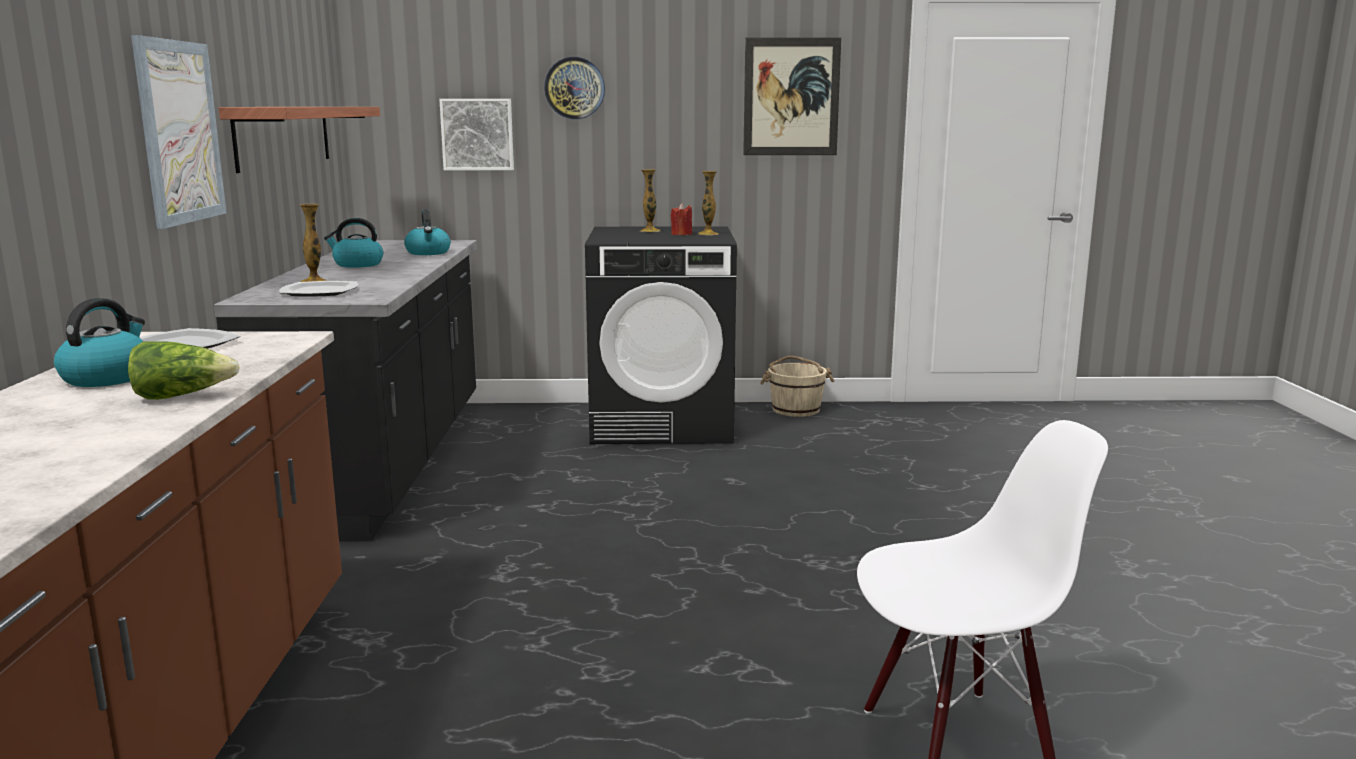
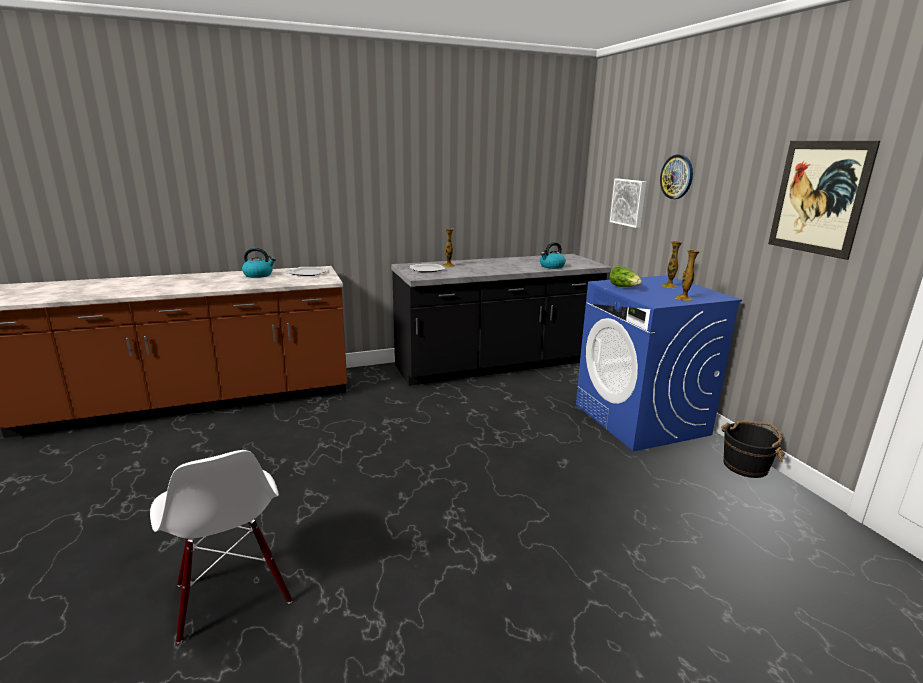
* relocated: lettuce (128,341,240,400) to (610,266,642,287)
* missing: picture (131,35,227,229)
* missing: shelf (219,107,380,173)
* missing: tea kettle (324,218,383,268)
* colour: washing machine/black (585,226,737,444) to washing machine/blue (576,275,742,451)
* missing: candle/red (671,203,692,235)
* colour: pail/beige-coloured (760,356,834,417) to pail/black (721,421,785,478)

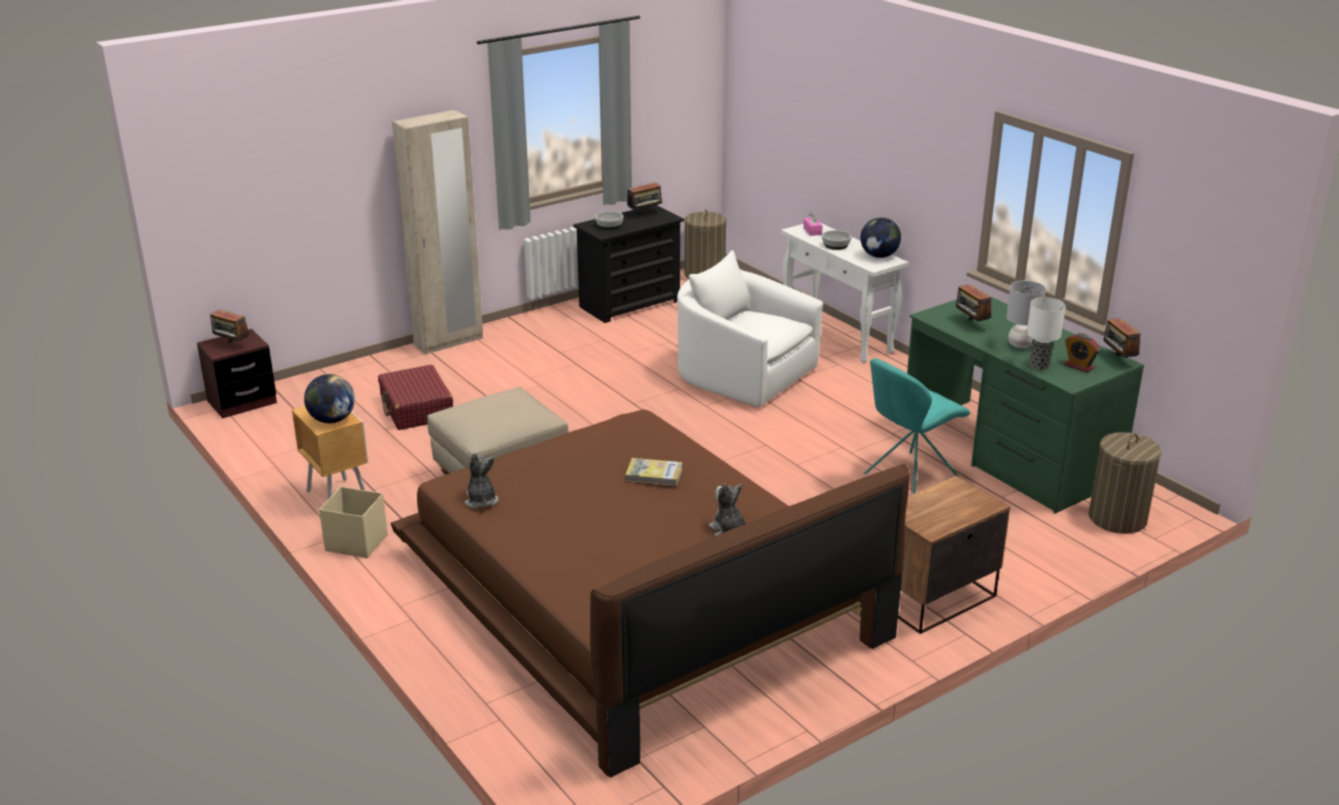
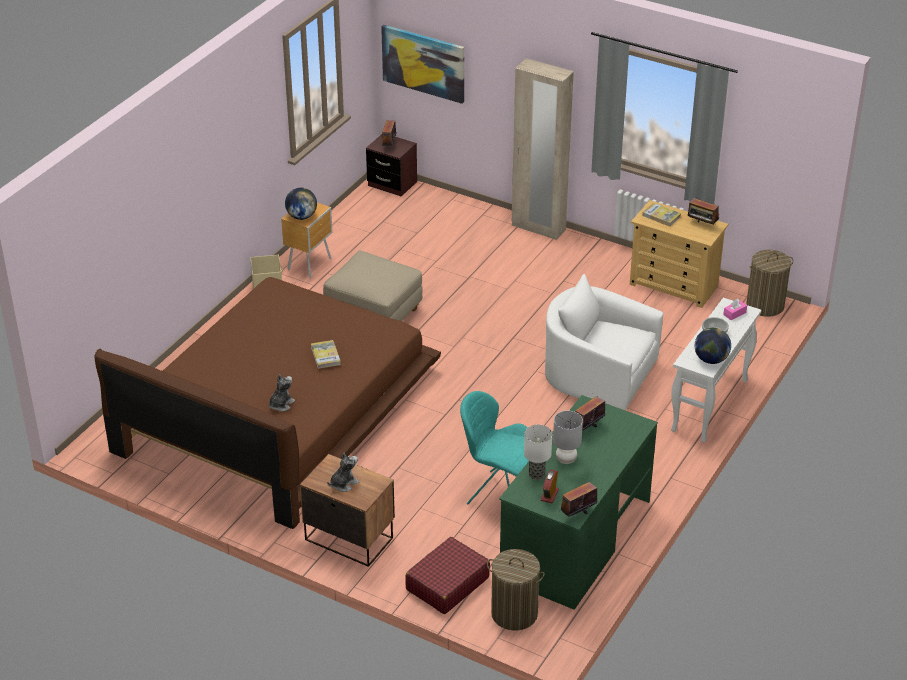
* relocated: travel case/red (378,365,453,430) to (405,537,490,614)
* relocated: plush toy (465,453,498,508) to (327,453,359,492)
* colour: drawer chest/black (573,205,684,323) to drawer chest/beige-coloured (630,200,728,308)
* exchanged: bowl (595,211,623,230) to bound book (642,203,681,227)
* spun: lounge chair/white-coloured (677,250,823,407) = (545,274,664,410) 75 degrees counterclockwise
* appeared: picture (381,25,464,104)

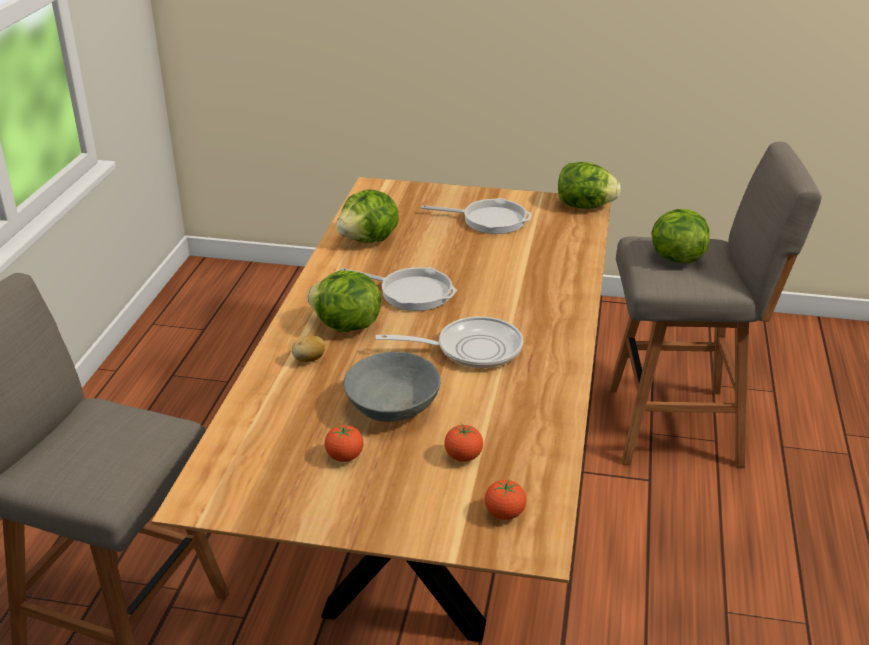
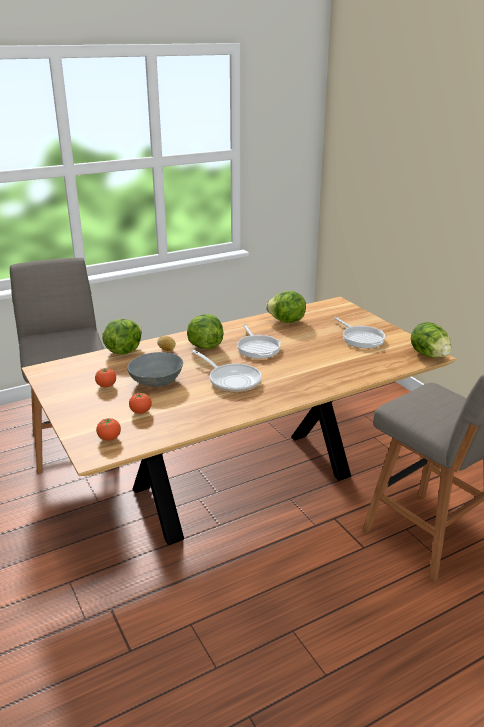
* relocated: lettuce (651,209,710,263) to (102,319,142,354)

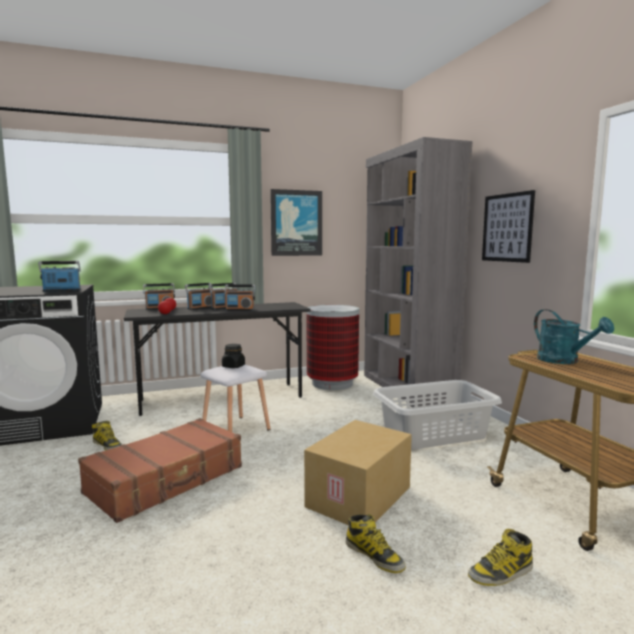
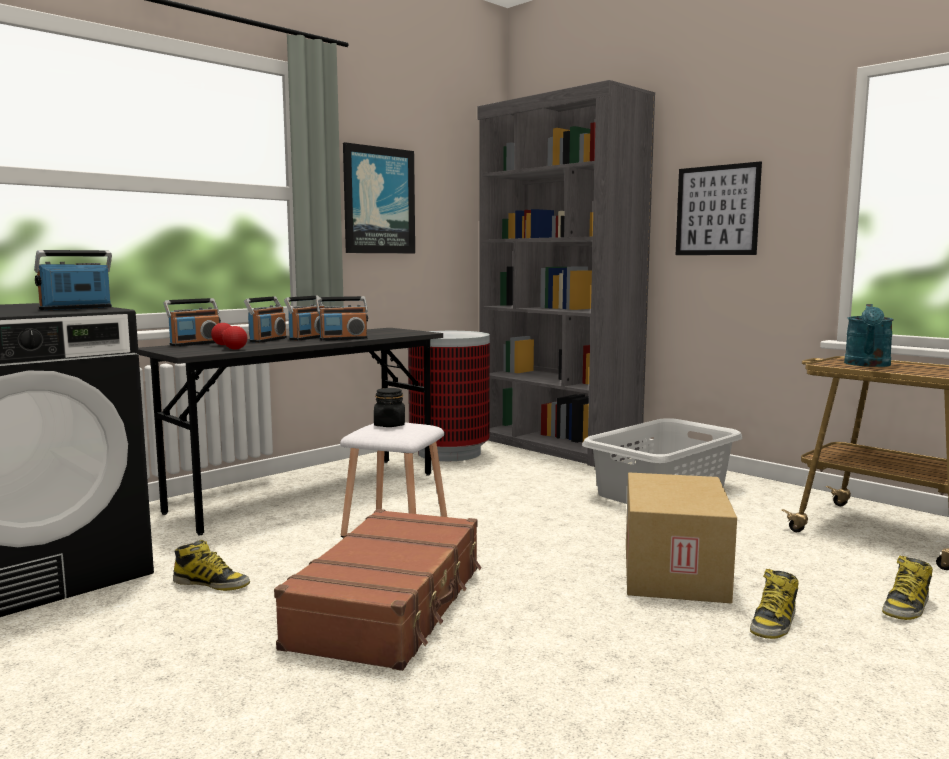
* spun: boot (345,514,406,573) = (750,569,799,639) 105 degrees clockwise
* spun: sprinkling can/blue-green (534,309,614,364) = (844,304,894,367) 75 degrees clockwise

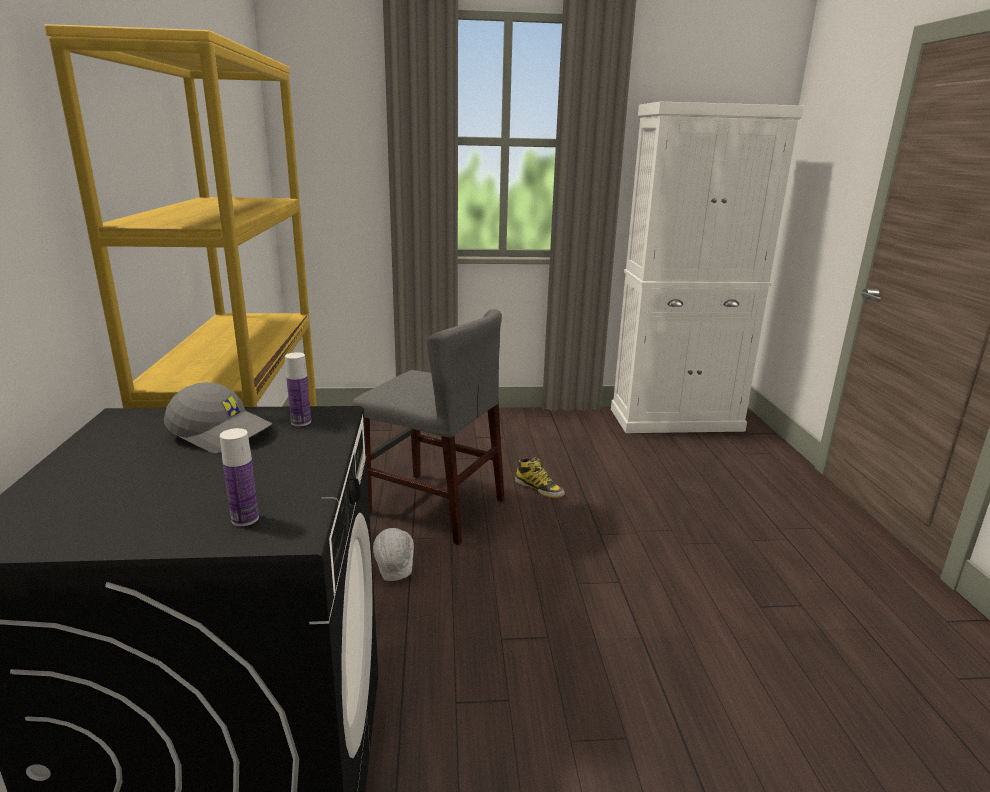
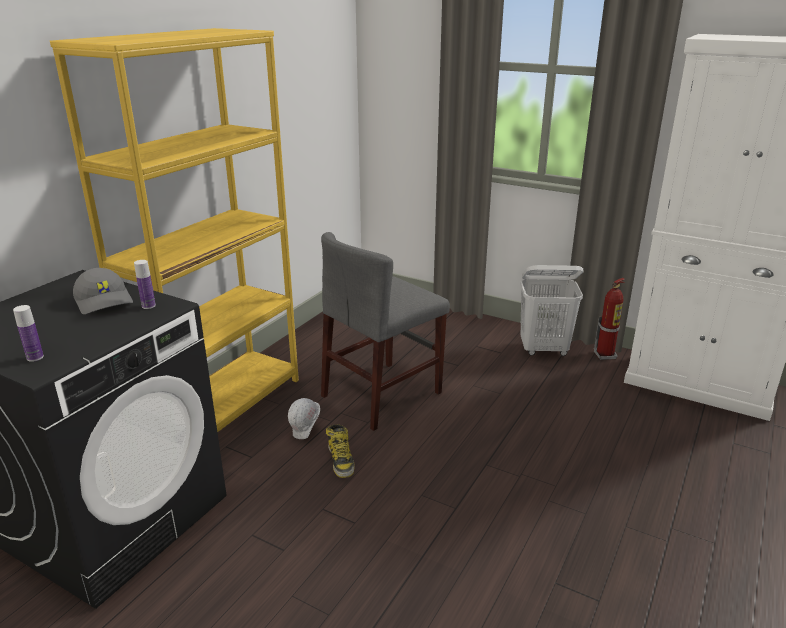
* spun: chair/greyish (353,309,504,545) = (321,232,450,431) 75 degrees clockwise
* relocated: boot (515,457,565,498) to (326,425,355,478)
* appeared: hamper/white-coloured (520,265,583,356)
* appeared: fire-fighting cylinder (594,278,625,360)

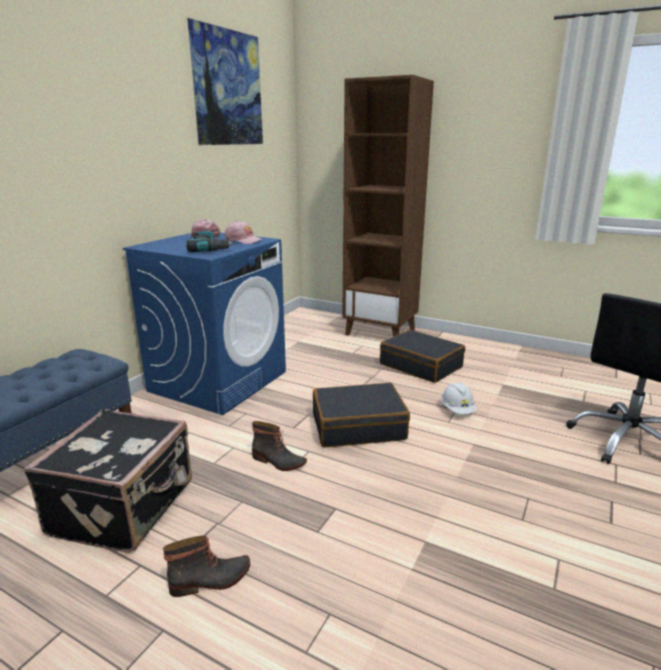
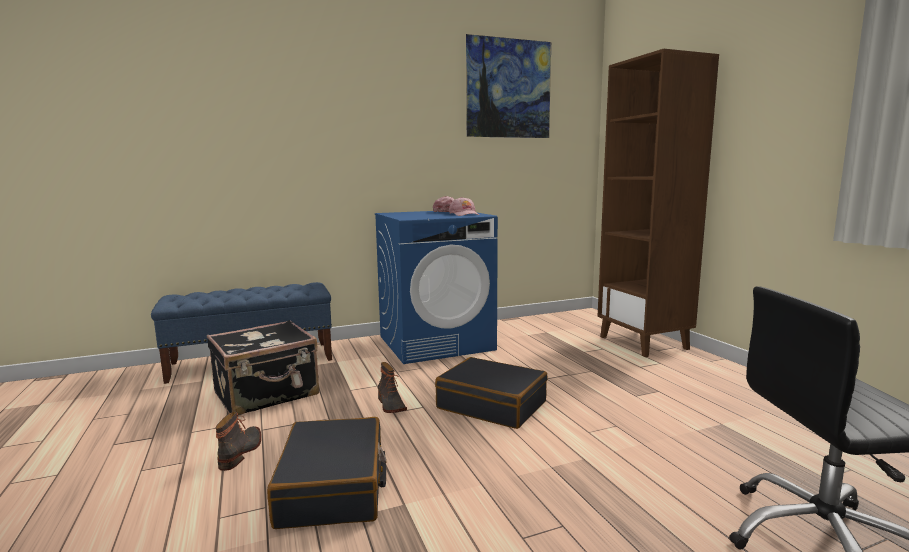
* spun: boot (163,536,250,597) = (215,411,261,471) 105 degrees counterclockwise
* missing: electric drill (186,231,234,252)
* relocated: travel case/black (380,330,465,383) to (267,417,387,529)
* missing: safety helmet/white-coloured (441,383,477,414)

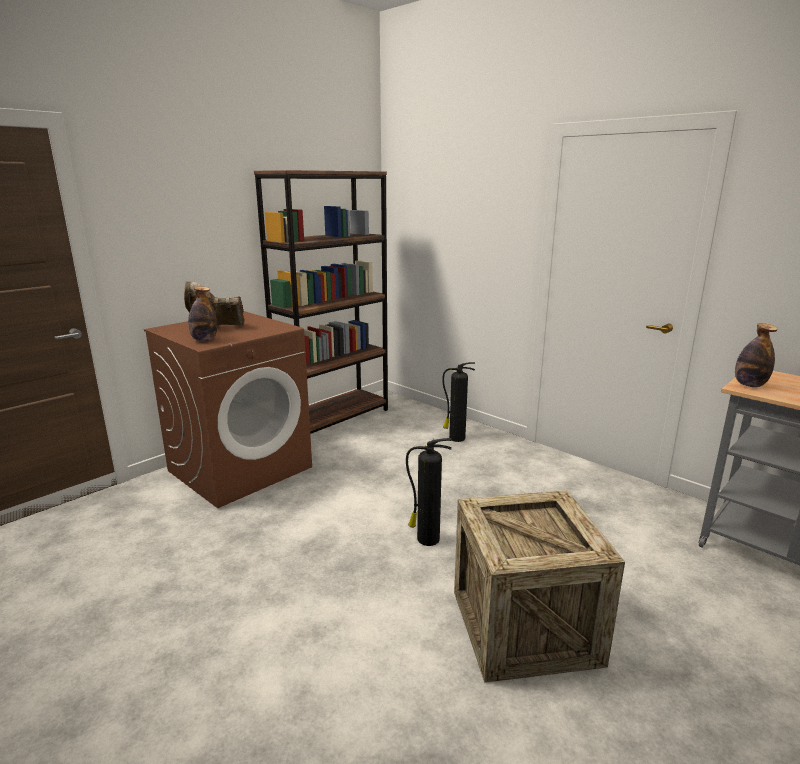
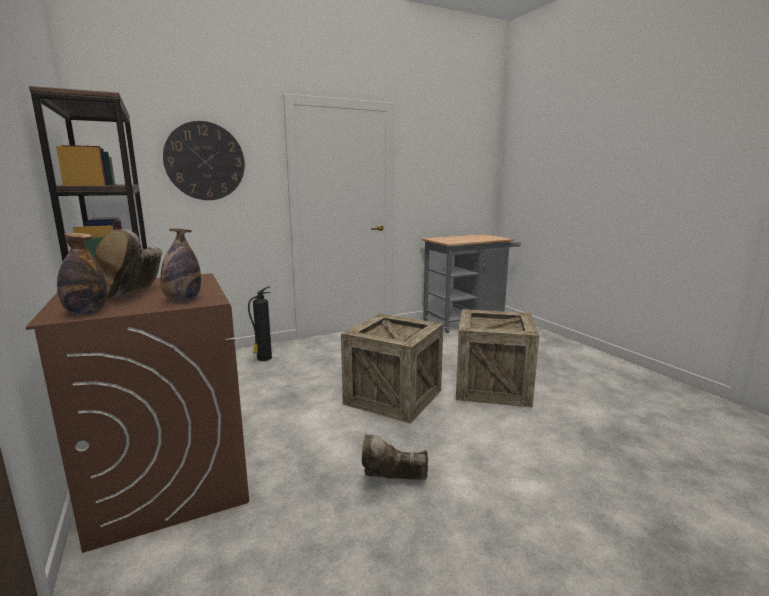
* exchanged: fire-fighting cylinder (406,438,452,546) to crate (341,313,444,424)
* relocated: bottle (735,323,778,387) to (57,233,107,314)
* appeared: hanging clock (163,121,245,200)
* appeared: boot/brownish (362,435,429,480)

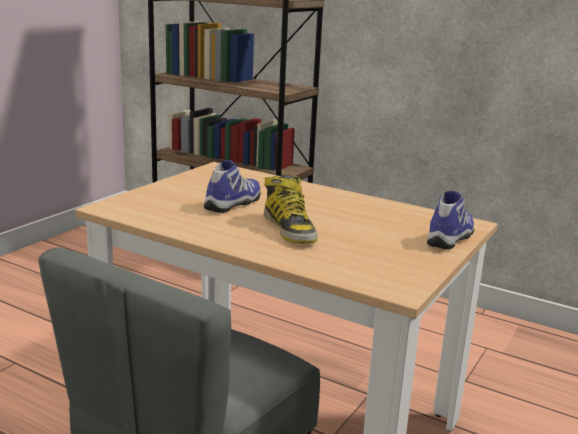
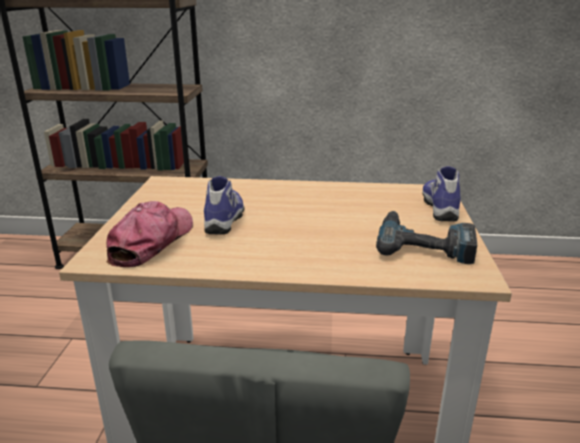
* missing: boot (264,175,318,244)
* appeared: peaked cap (107,201,193,267)
* appeared: electric drill (376,211,477,264)

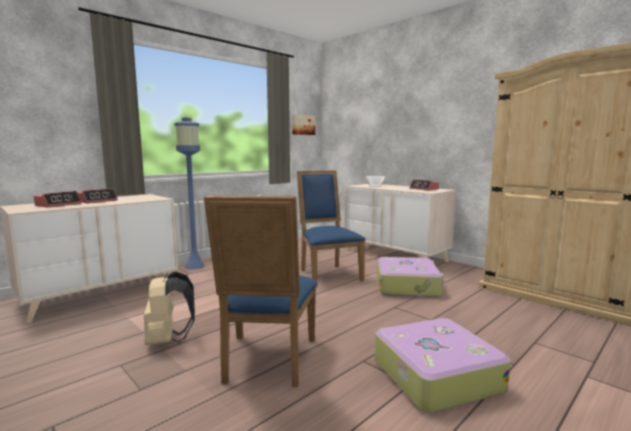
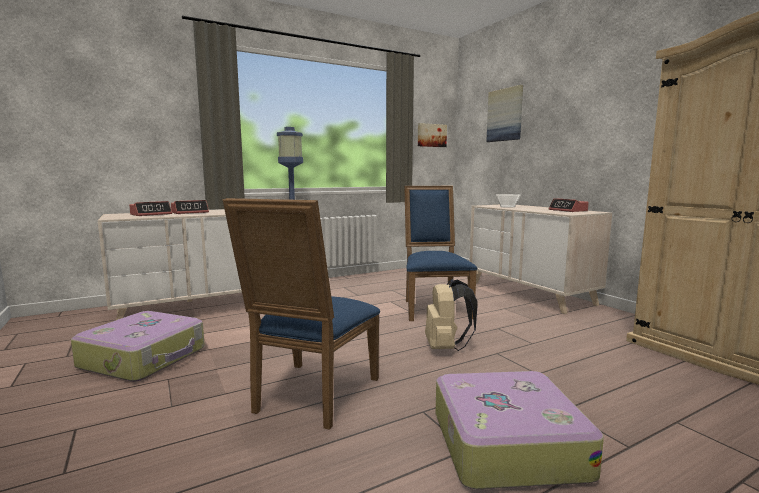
* relocated: knapsack/beige-coloured (144,272,195,345) to (425,279,478,351)
* relocated: travel case (377,257,444,297) to (71,311,205,382)
* appeared: picture (486,85,523,142)

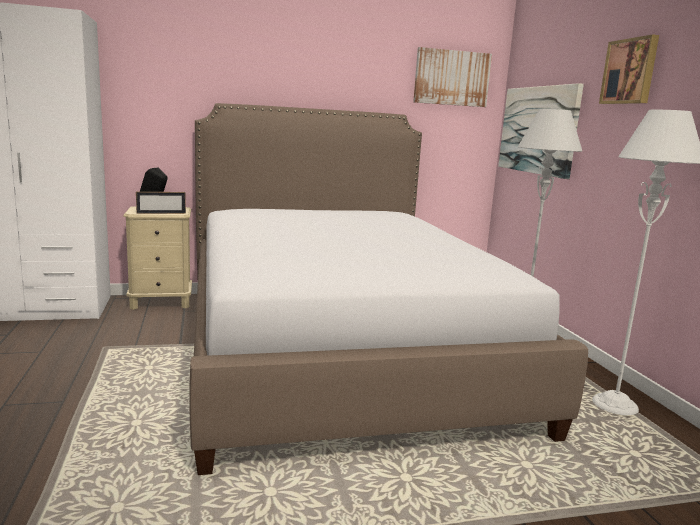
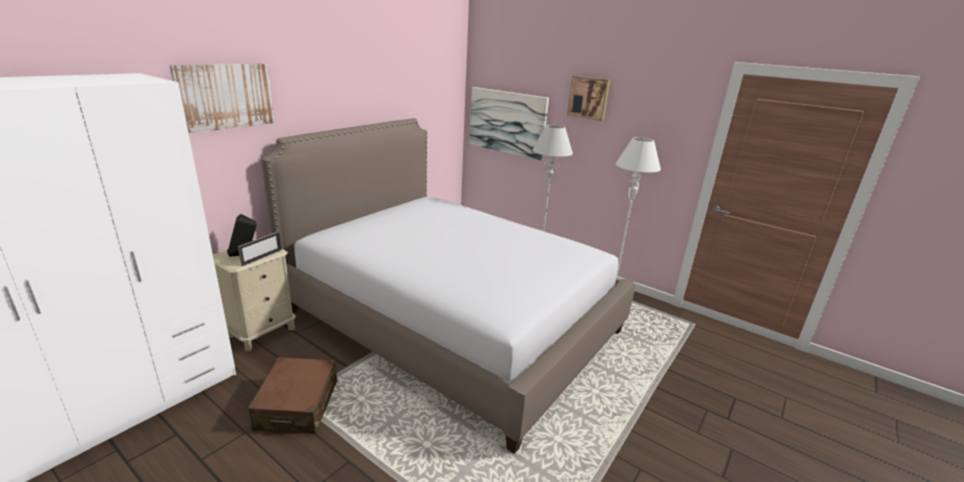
* relocated: picture (413,47,492,107) to (169,63,275,133)
* appeared: travel case/brownish (248,357,337,434)

